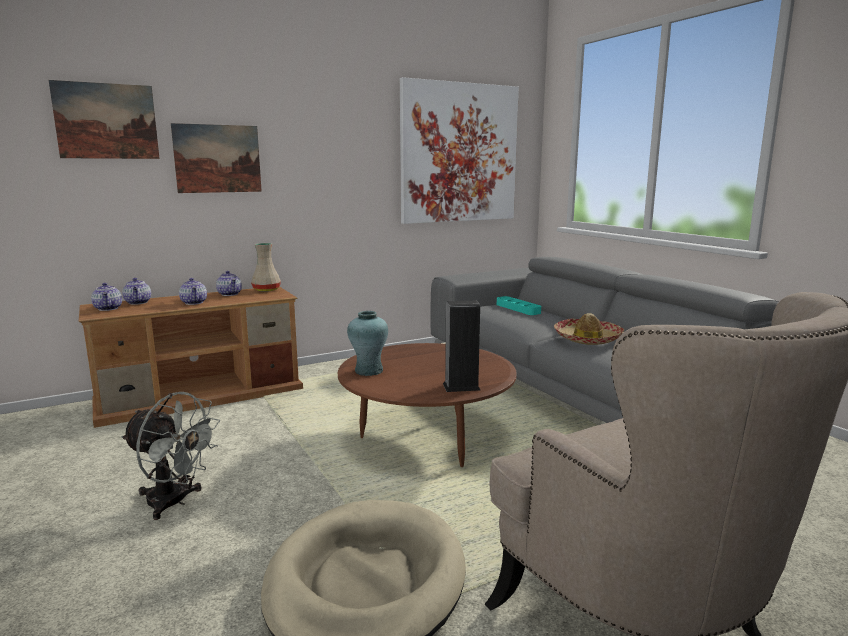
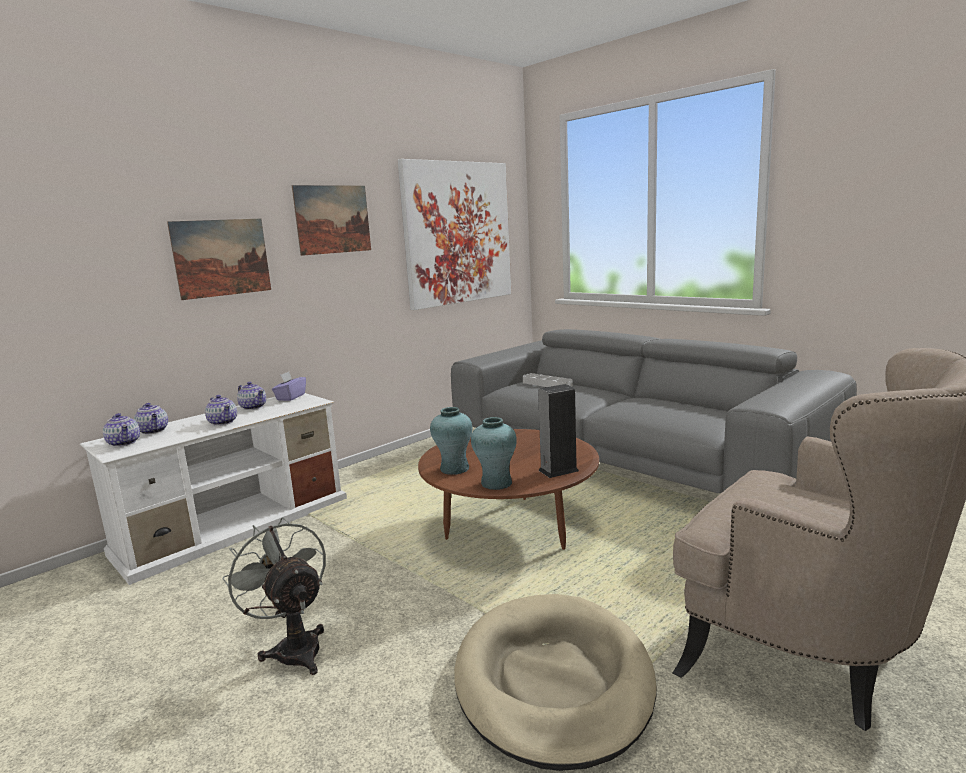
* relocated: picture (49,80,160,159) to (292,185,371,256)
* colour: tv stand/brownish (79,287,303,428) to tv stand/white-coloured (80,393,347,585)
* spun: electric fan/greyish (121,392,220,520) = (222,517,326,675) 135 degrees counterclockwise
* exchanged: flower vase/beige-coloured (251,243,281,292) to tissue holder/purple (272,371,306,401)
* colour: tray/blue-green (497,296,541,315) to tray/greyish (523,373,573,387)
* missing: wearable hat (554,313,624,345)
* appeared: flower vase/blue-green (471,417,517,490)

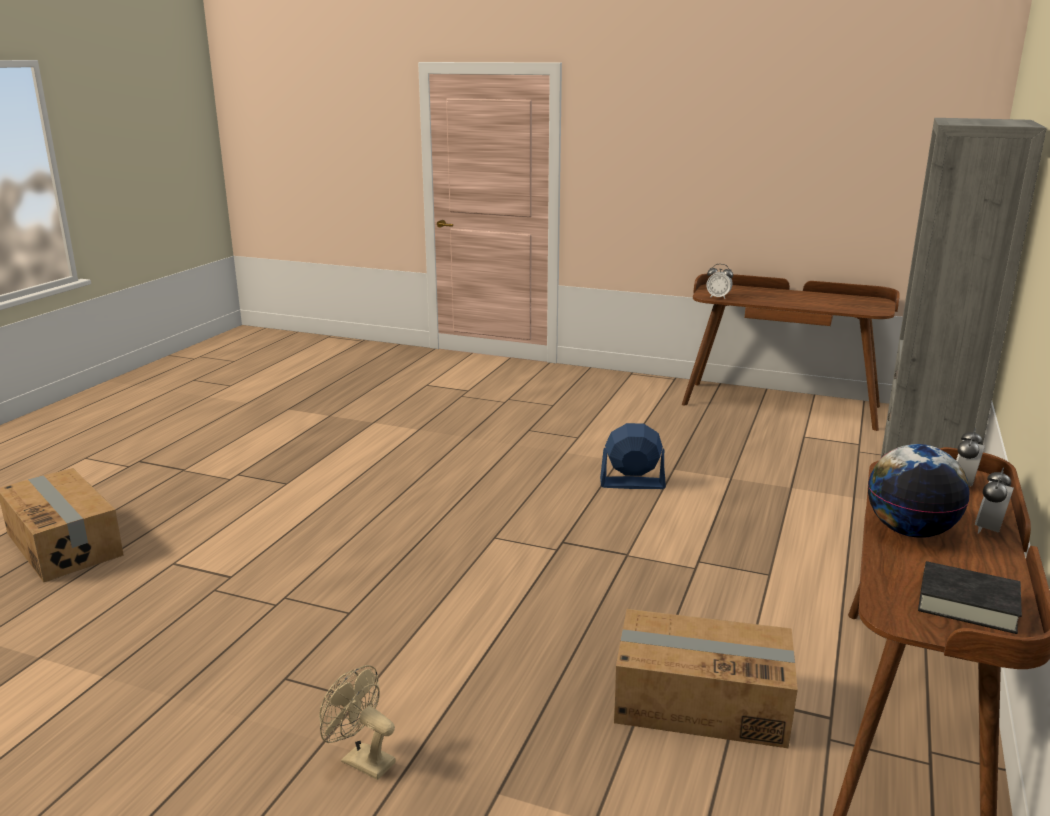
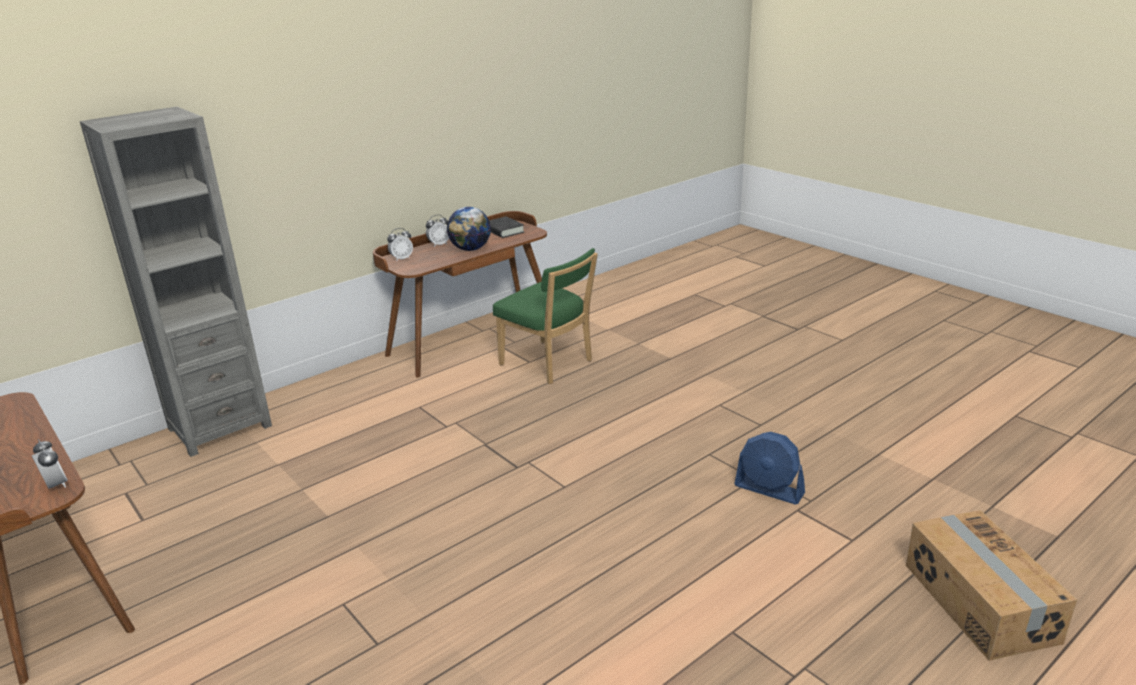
* missing: electric fan/beige-coloured (319,665,396,780)
* relocated: electric fan/blue (600,423,666,489) to (734,432,805,504)
* exchanged: carton (614,609,798,748) to chair/green (493,248,598,384)

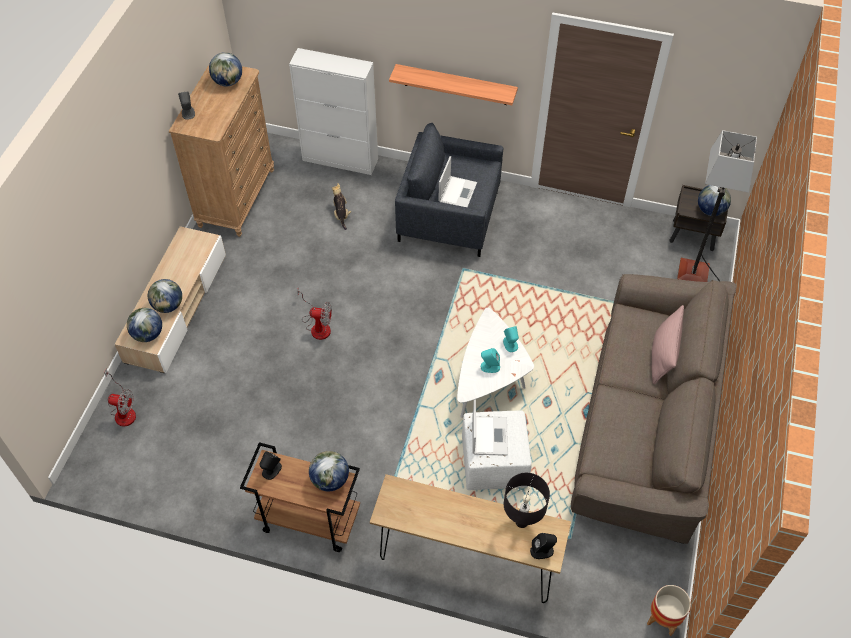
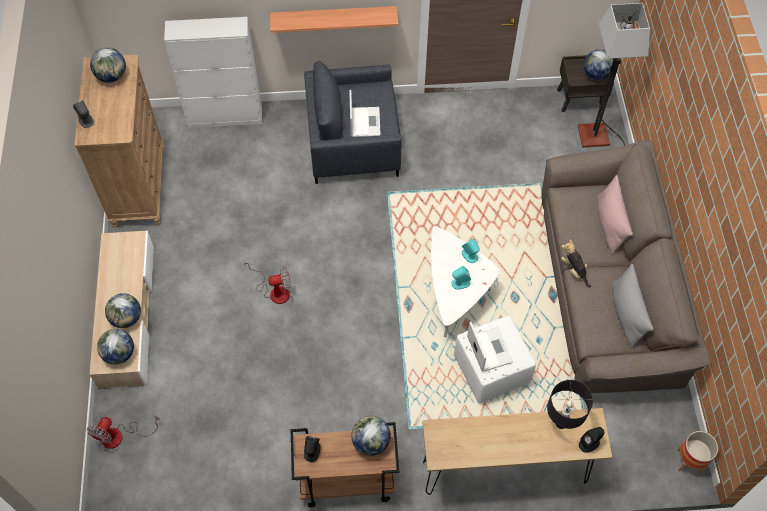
* spun: electric fan (104,369,136,427) = (87,416,160,449) 120 degrees clockwise
* relocated: plush toy (332,183,351,230) to (561,239,591,288)
* appeared: cushion/greyish (611,264,654,348)

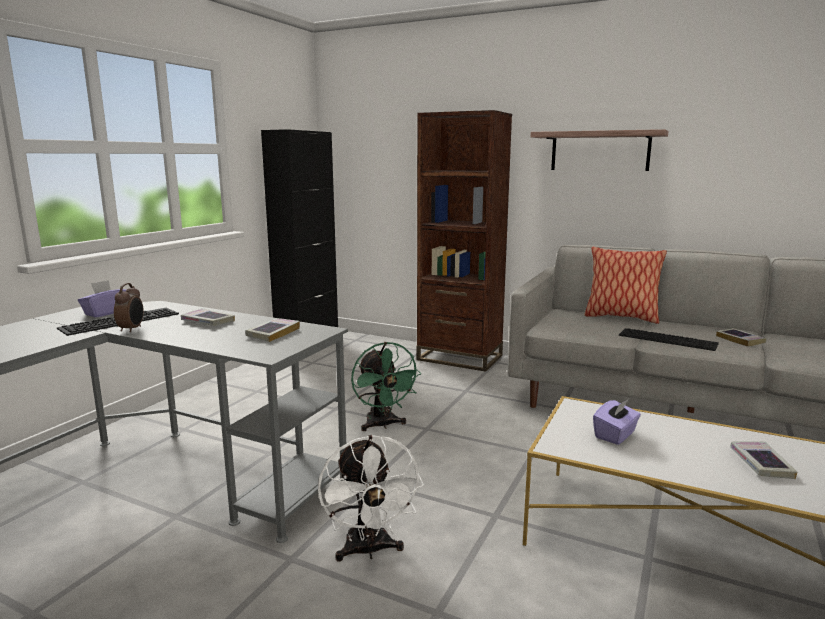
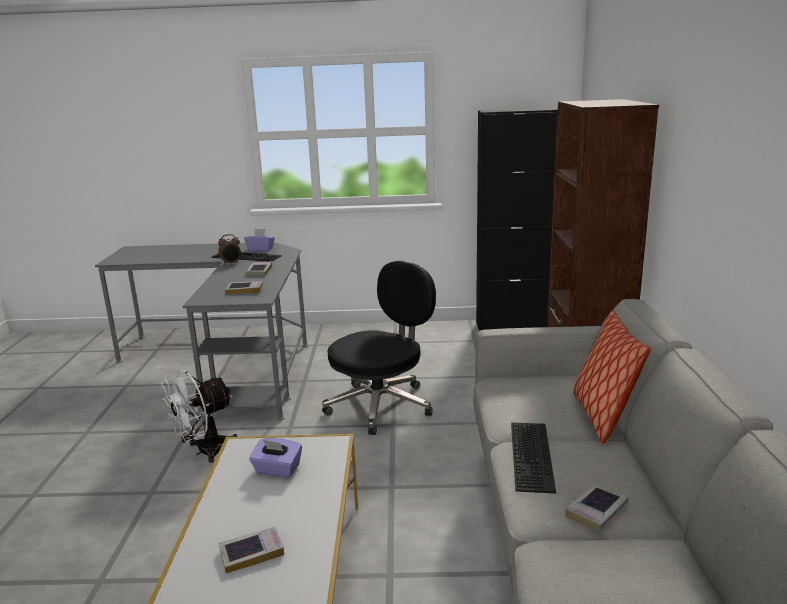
* exchanged: electric fan/green (351,342,421,431) to desk chair/black (322,261,436,435)
* missing: shelf (530,129,669,171)

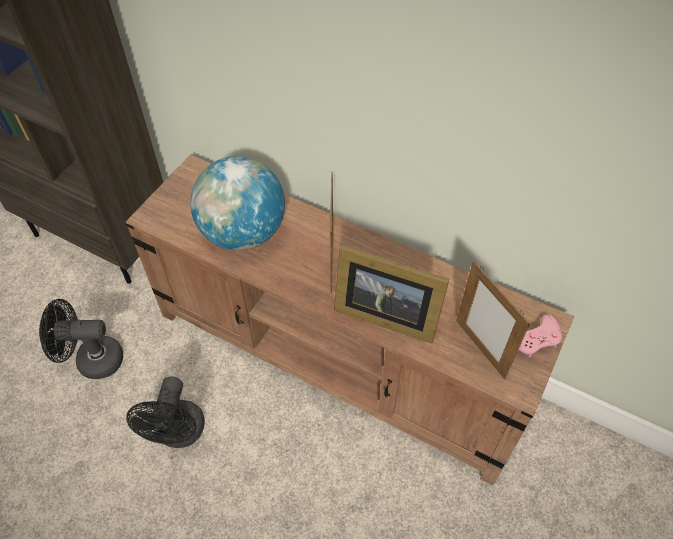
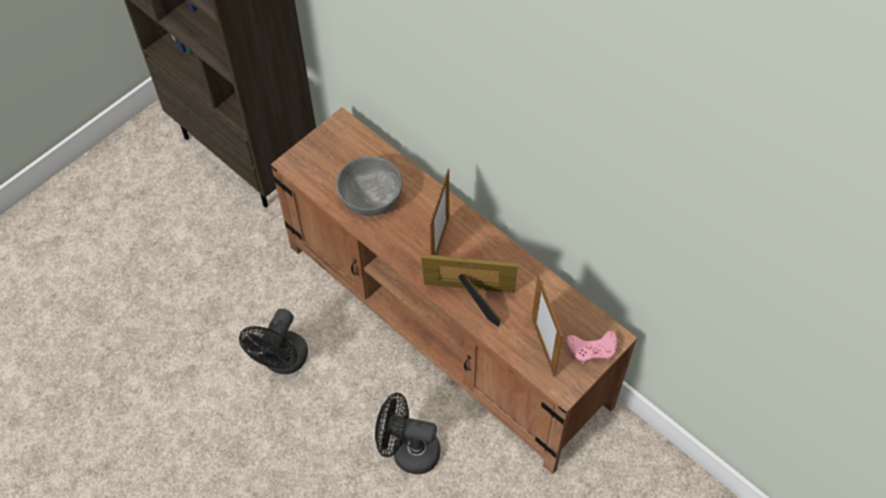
* relocated: electric fan/black (39,299,123,379) to (375,393,441,474)
* exchanged: world globe (190,156,285,251) to bowl/greyish (336,156,402,216)
* spun: standing frame (334,244,449,344) = (421,254,518,327) 150 degrees clockwise

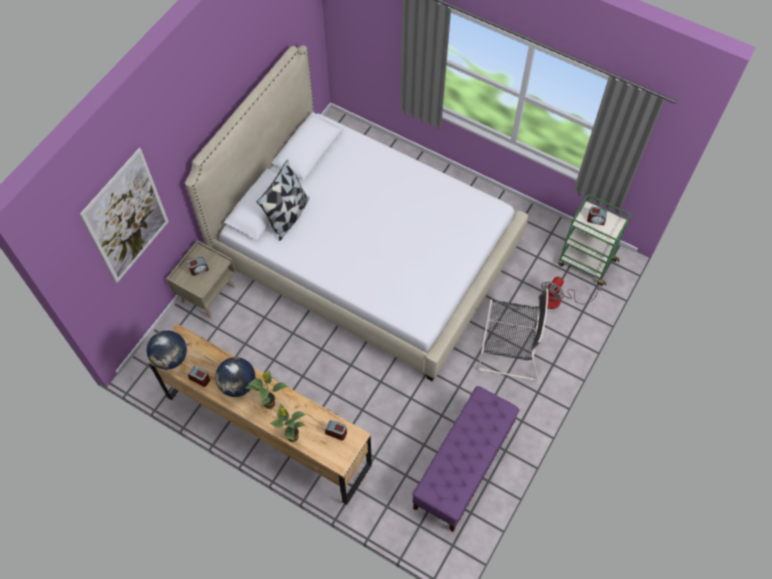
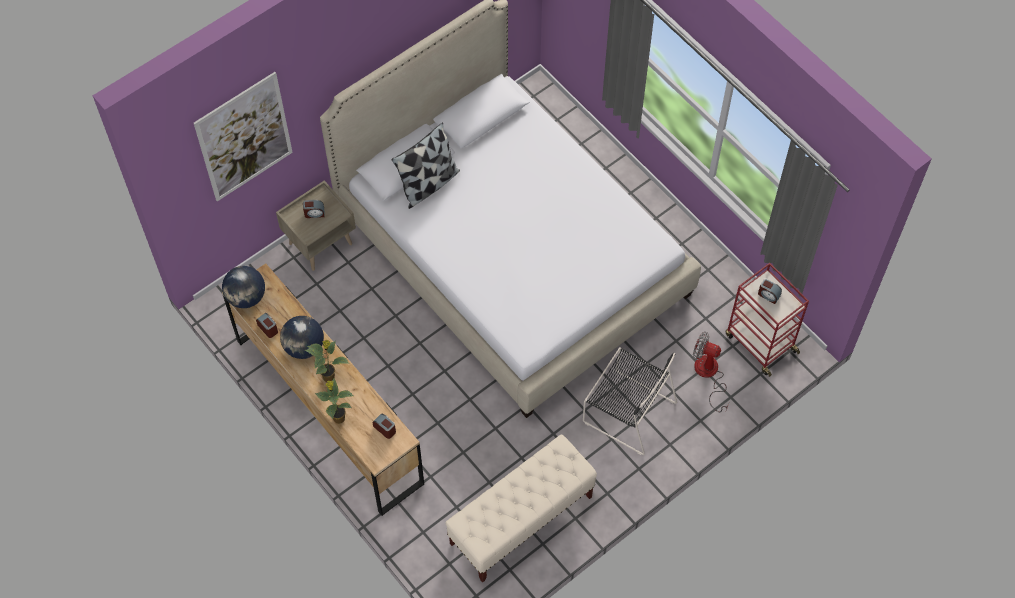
* colour: indoor bench/purple (412,386,519,532) to indoor bench/beige-coloured (445,435,597,583)
* spun: electric fan (541,276,603,309) = (693,332,729,412) 60 degrees clockwise
* colour: trolley/green (558,194,631,286) to trolley/red (726,263,809,377)

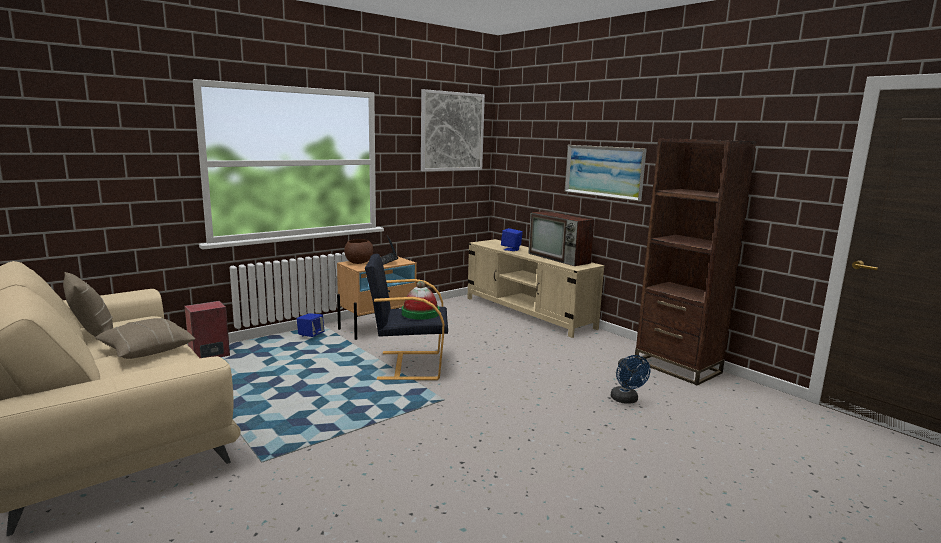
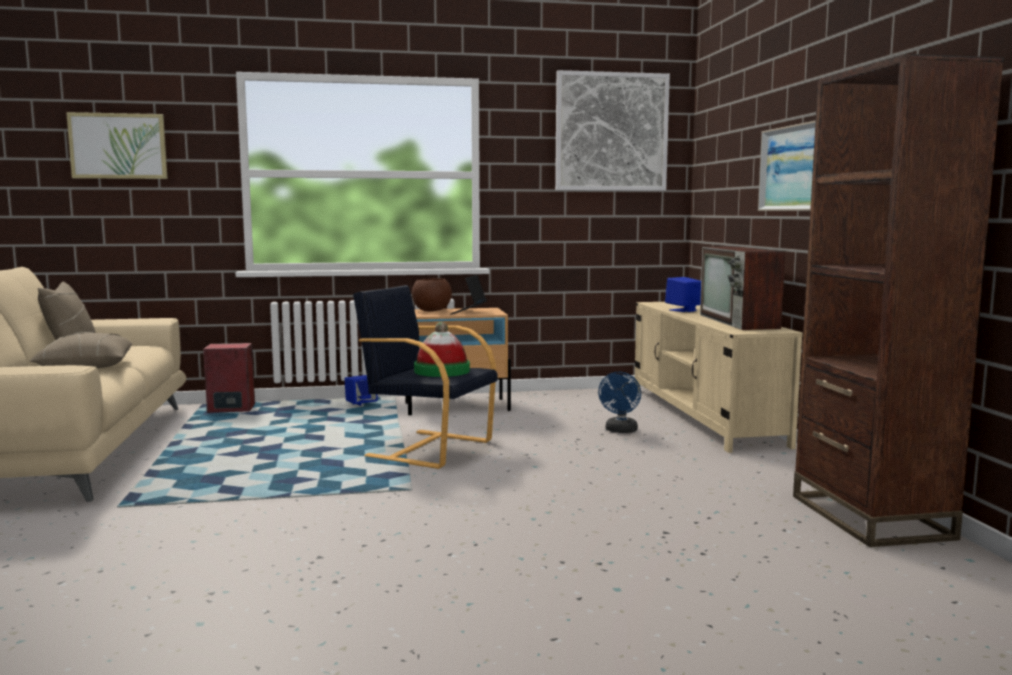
* relocated: electric fan/blue (611,355,650,404) to (598,372,641,433)
* appeared: picture (66,112,168,179)

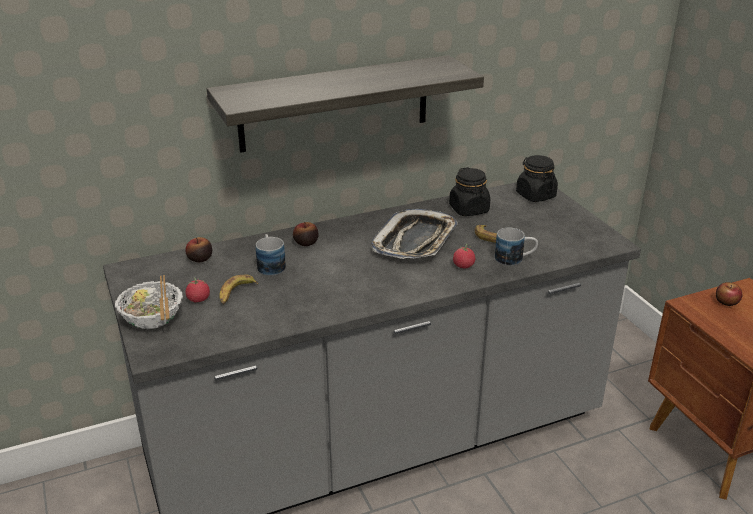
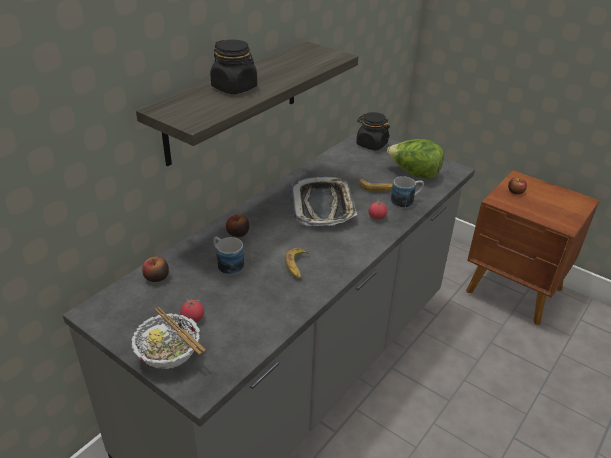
* relocated: banana fruit (219,275,258,305) to (285,248,309,279)
* relocated: preserve jar/black (449,167,490,216) to (210,40,257,94)
* appeared: lettuce (387,139,444,179)

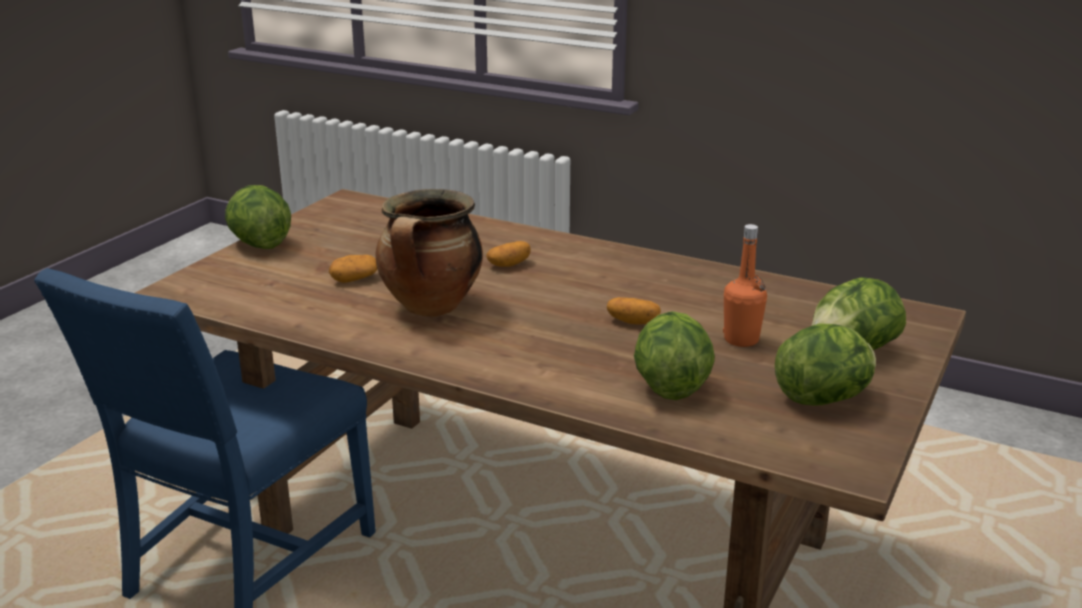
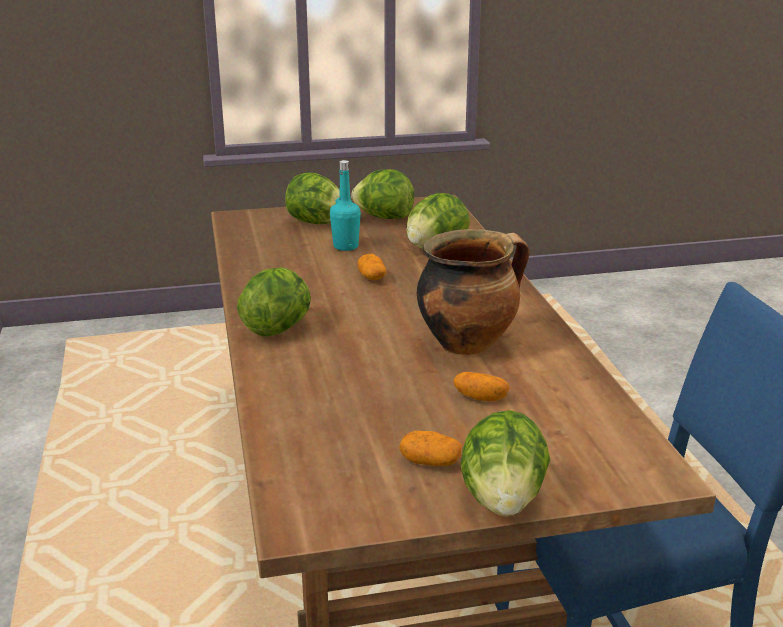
* relocated: potato (486,241,531,267) to (399,431,462,466)
* colour: bottle/orange-coloured (723,224,767,347) to bottle/blue-green (330,160,361,251)
* appeared: lettuce (237,267,311,336)

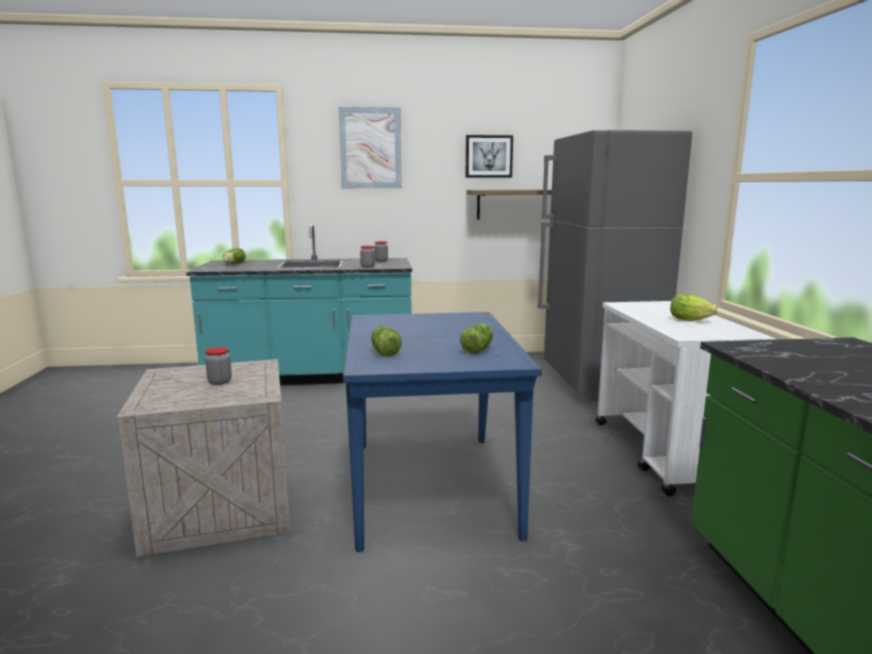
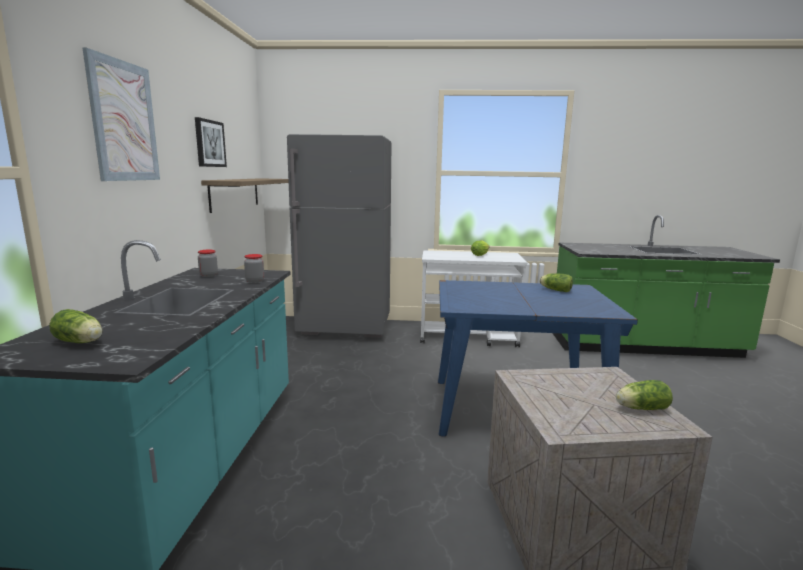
* missing: preserve jar (205,347,232,385)
* relocated: lettuce (371,326,402,357) to (616,380,673,410)

